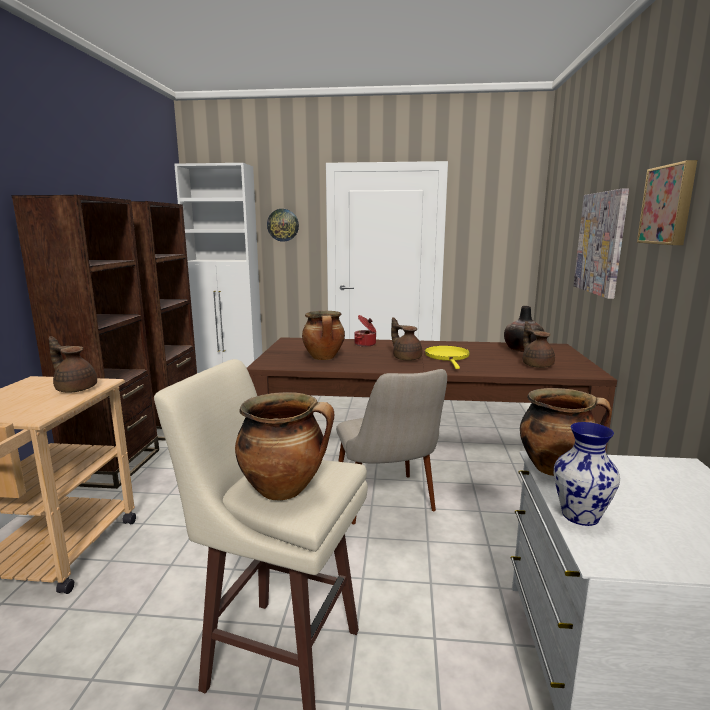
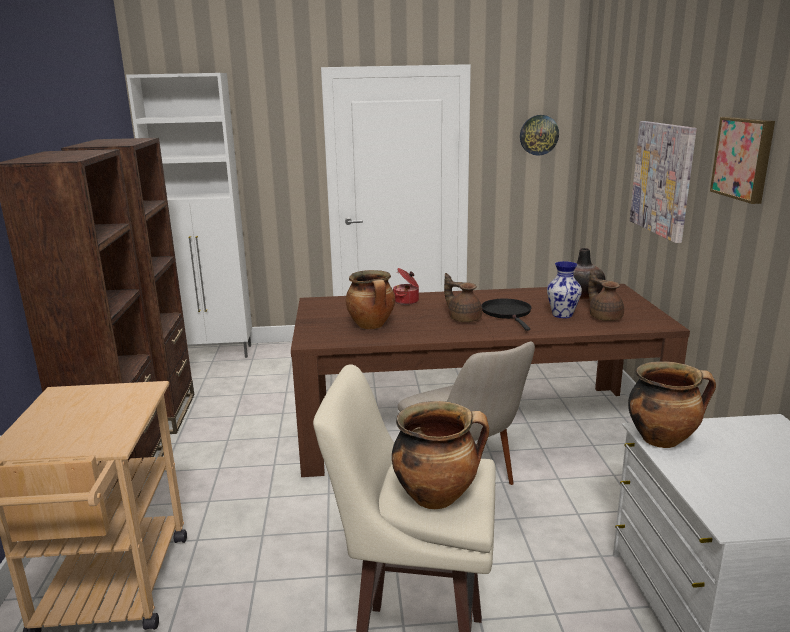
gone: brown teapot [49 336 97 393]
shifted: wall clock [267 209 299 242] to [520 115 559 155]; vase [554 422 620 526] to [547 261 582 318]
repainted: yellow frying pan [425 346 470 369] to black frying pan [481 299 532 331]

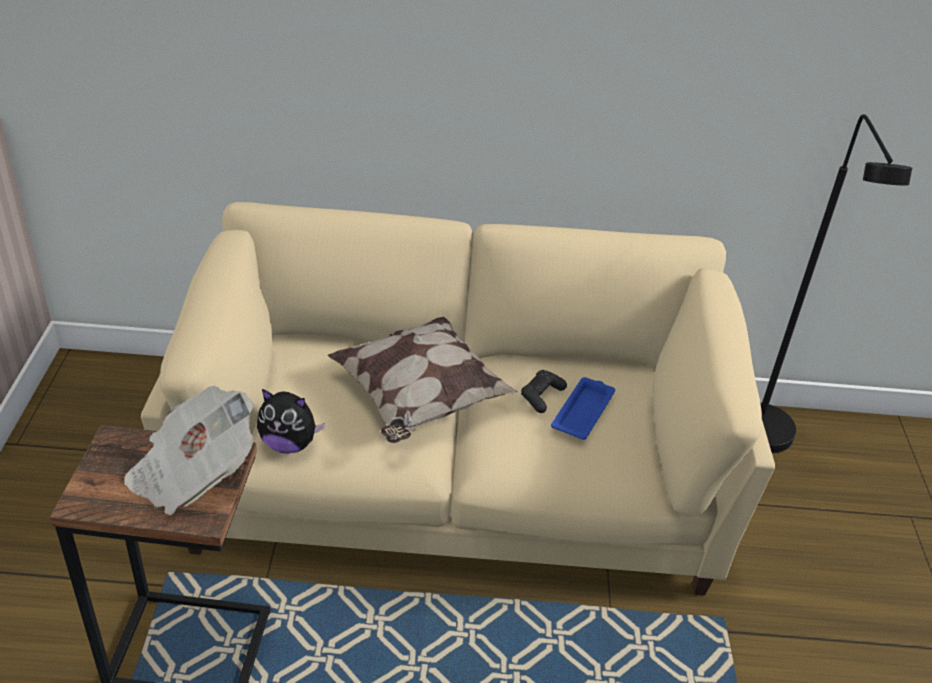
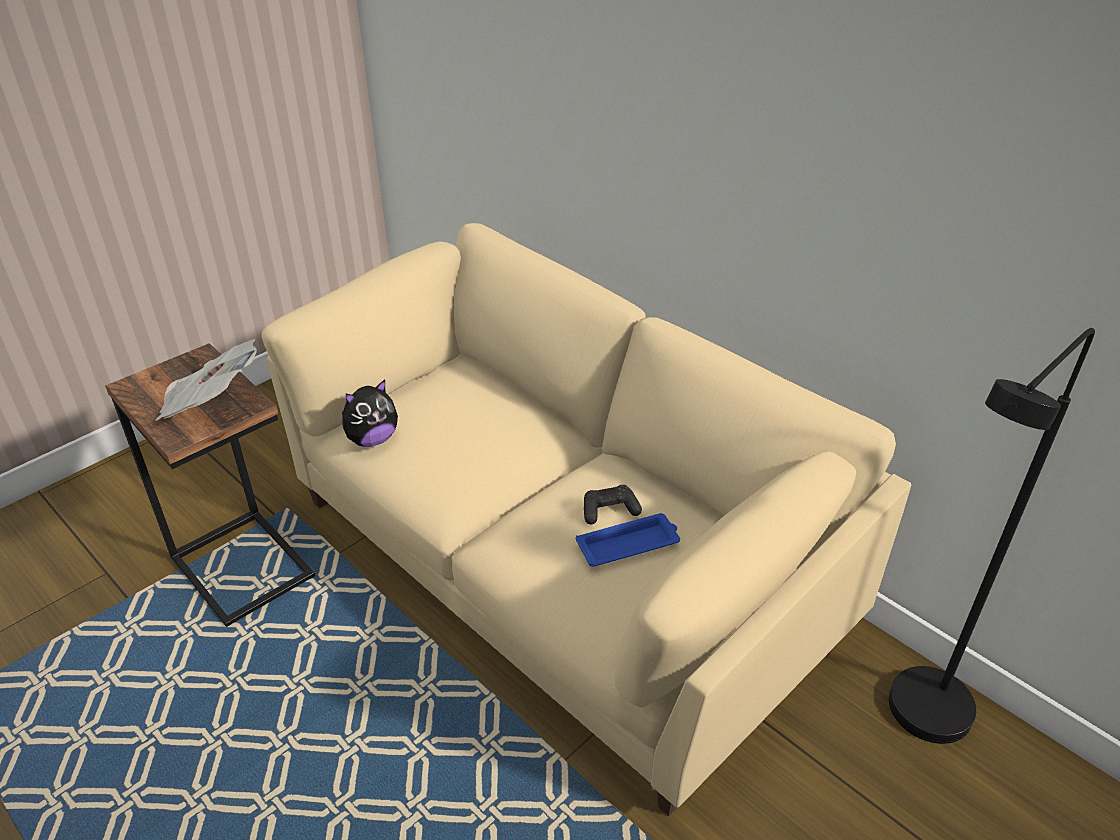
gone: pillow [328 317 517 443]
rotated: plush toy [257 389 325 454] = [342 379 398 447] 90 degrees counterclockwise

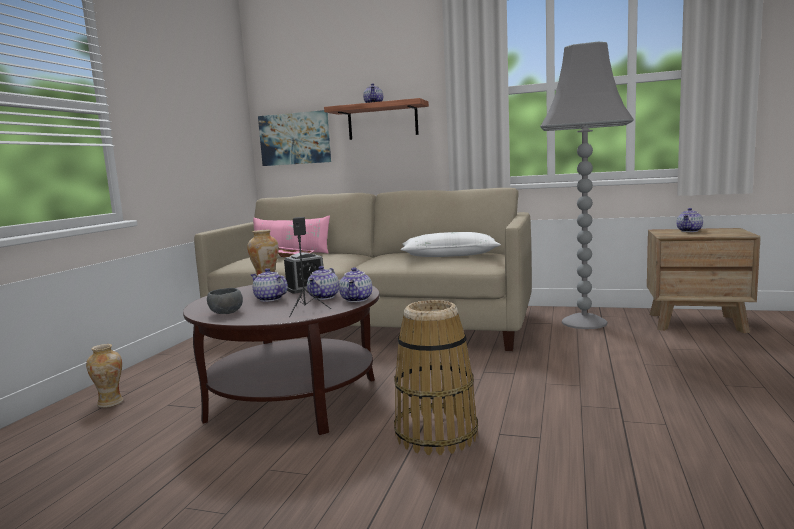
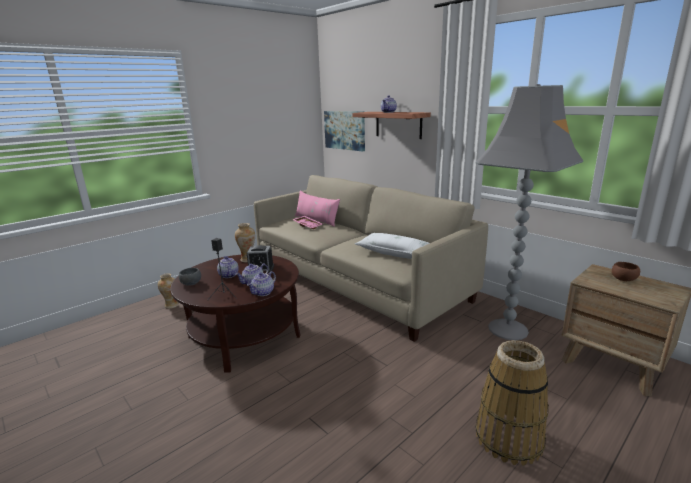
shifted: basket [394 300 478 455] to [476 340 549 466]
swapped: teapot [677 208 703 232] to brown bowl [612 262 640 281]

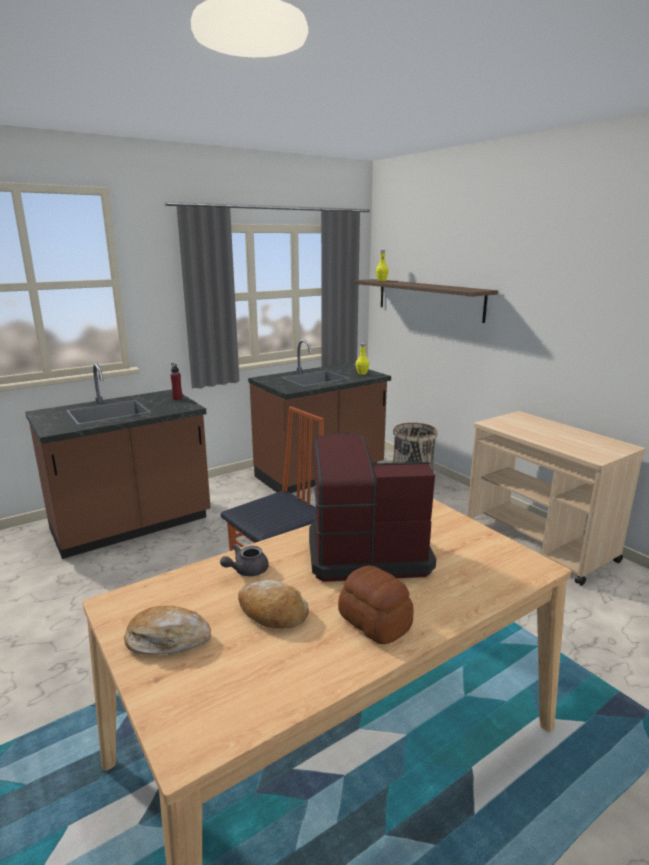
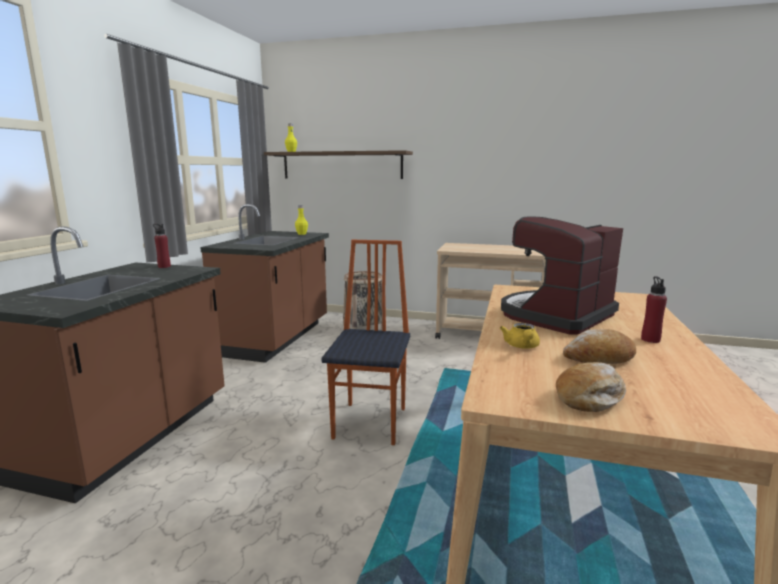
swapped: bread [338 565 414 644] to red bottle [641 276 667 343]
repainted: grey teapot [220 544 269 576] to yellow teapot [500 323 540 349]

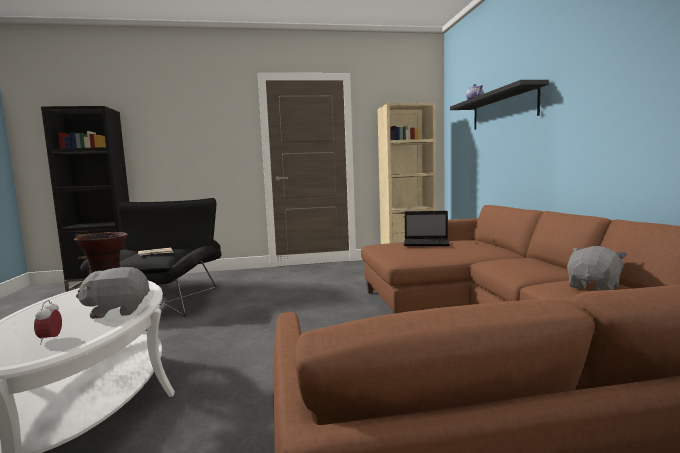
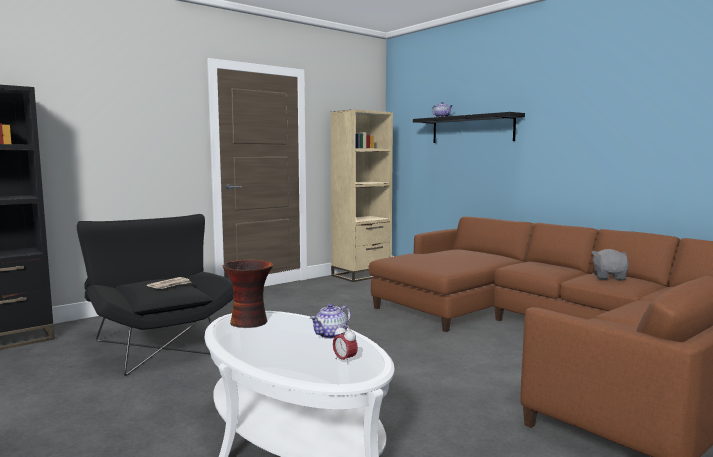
gone: laptop [404 211 450 246]
swapped: grey plush toy [76 267 150 319] to teapot [310 304 351 339]

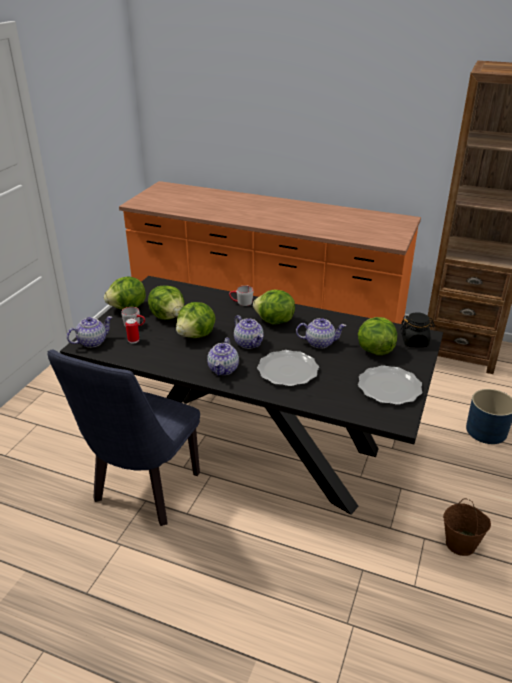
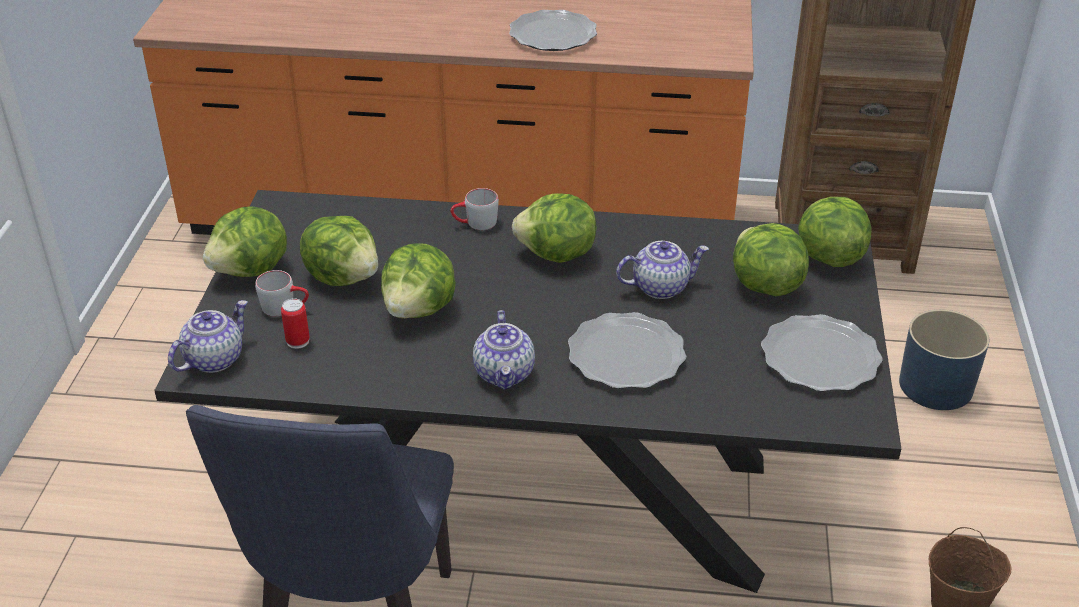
gone: teapot [234 315 264 349]
new: plate [509 10 597 51]
swapped: black jar [400 312 435 347] to lettuce [798 197 872 267]

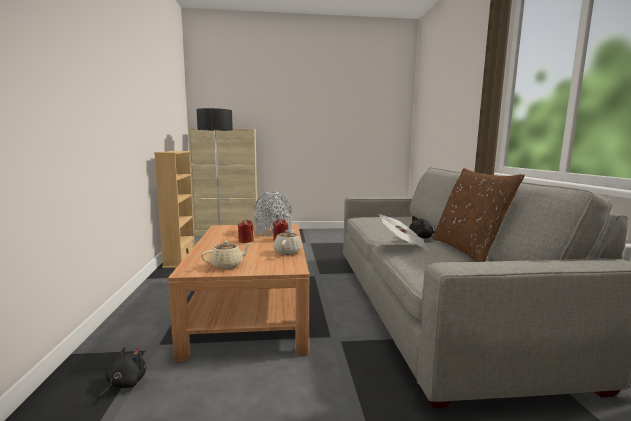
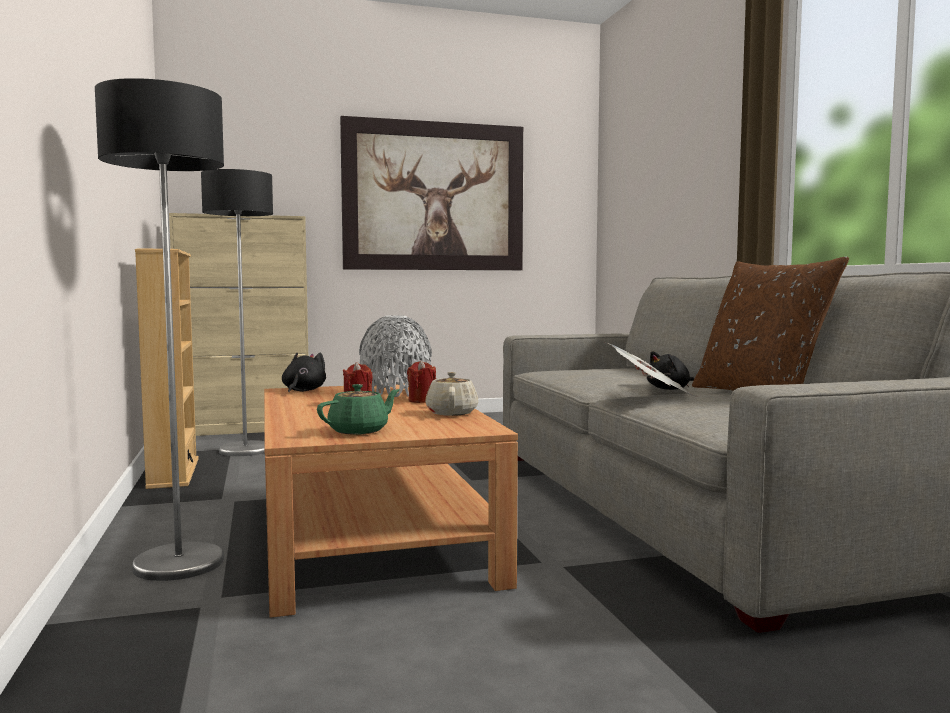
new: floor lamp [95 78 224 581]; picture [340 116 523 270]
shifted: black plush toy [97 347 146 401] to [282 353 326 392]
repainted: beige teapot [201 241 251 269] to green teapot [317 384 400 435]

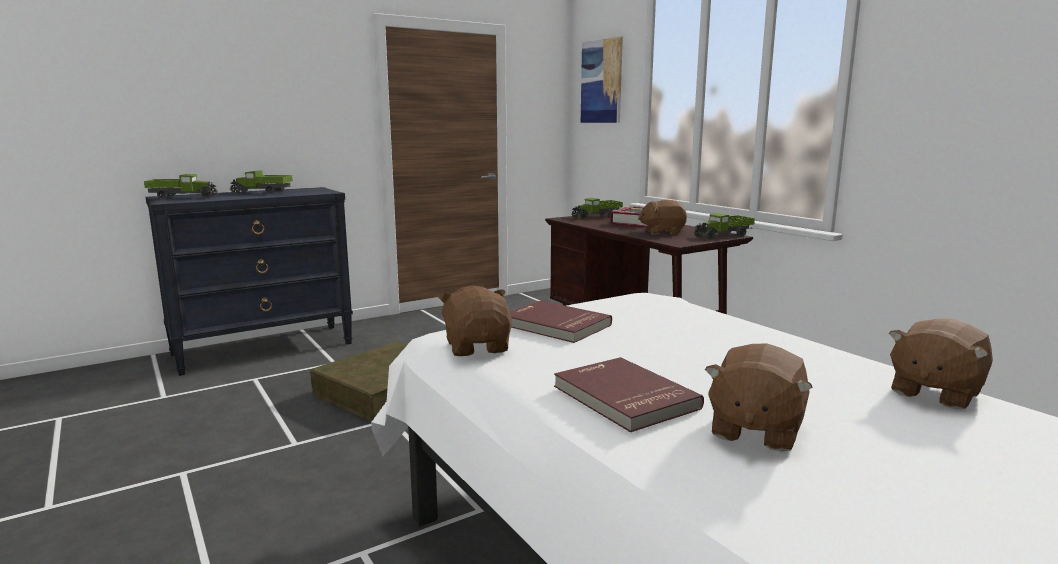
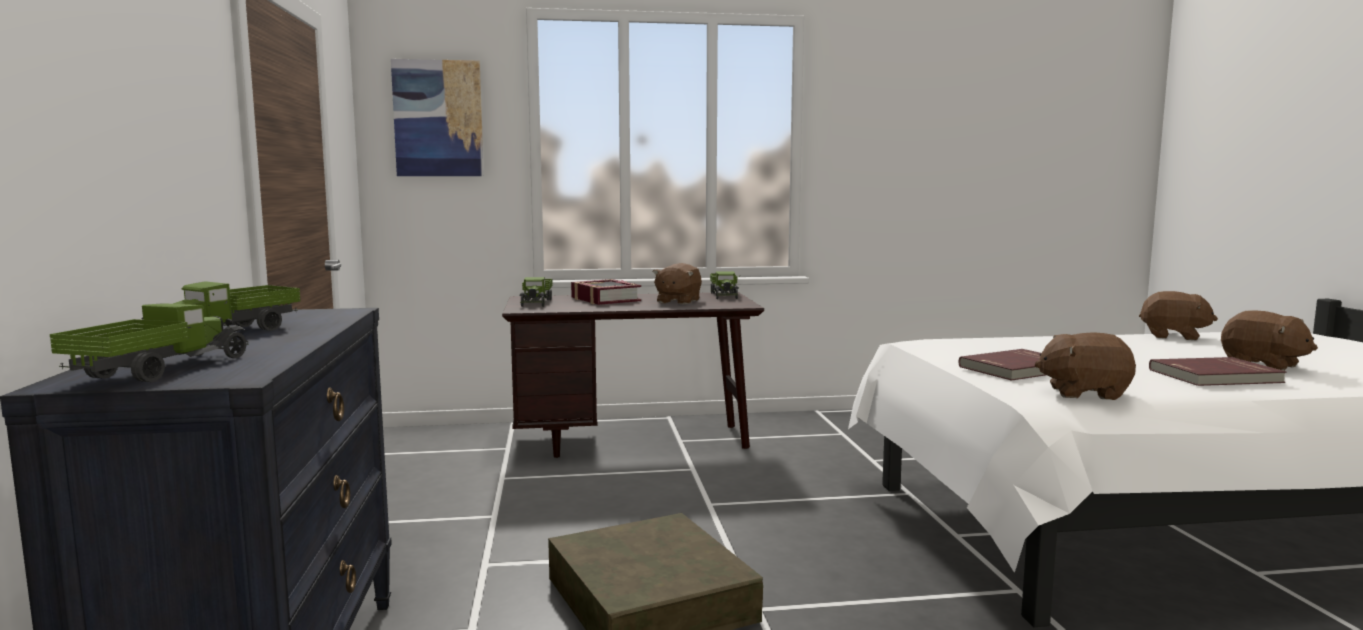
rotated: brown plush toy [888 318 993 409] = [1139 291 1218 341] 45 degrees counterclockwise

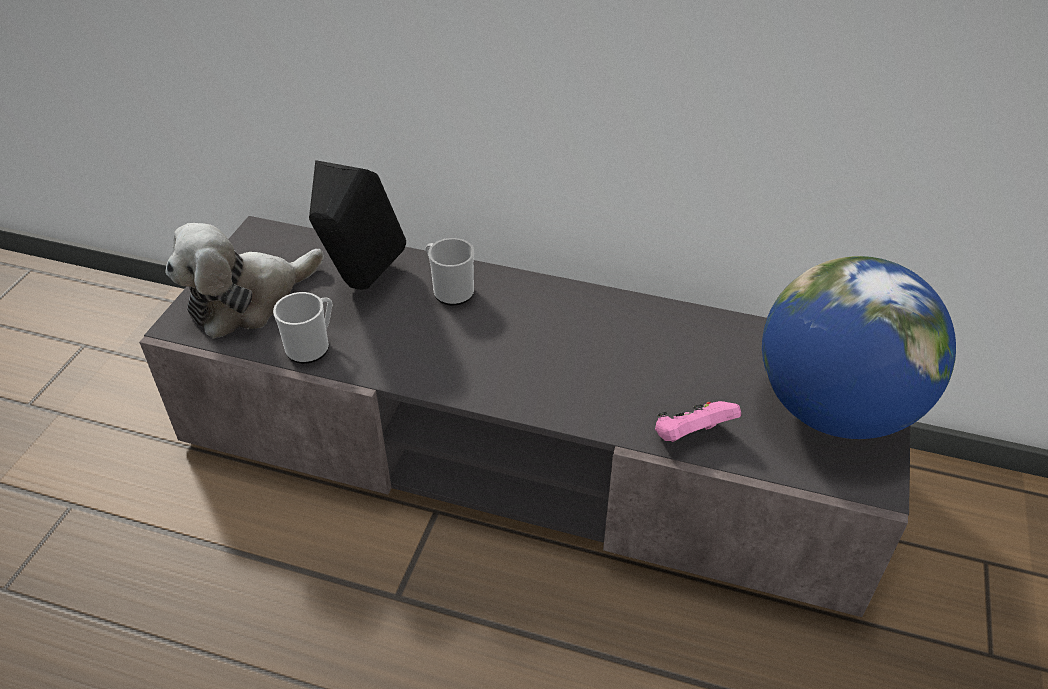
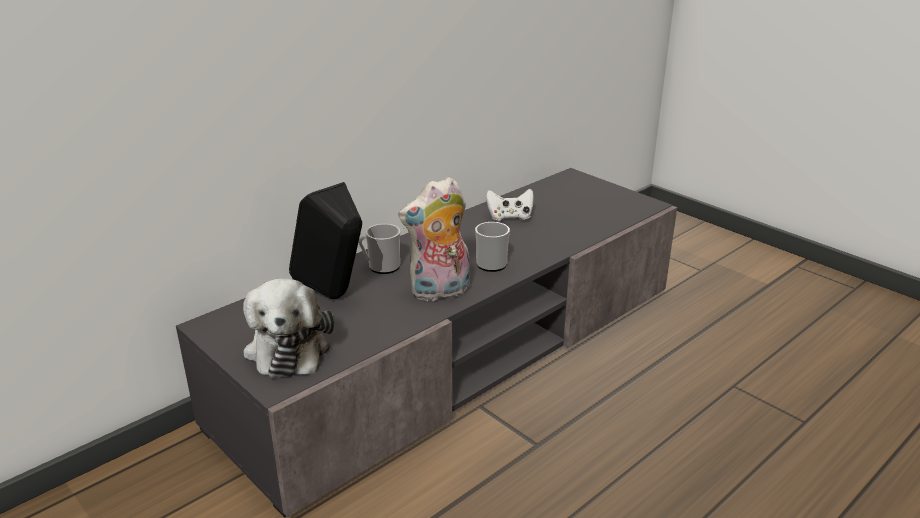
gone: pink game controller [655 401 741 442]; globe [762 256 956 439]
new: plush toy [398 177 470 301]; white game controller [486 189 534 221]
shifted: mug [273 292 332 364] to [475 222 510 272]

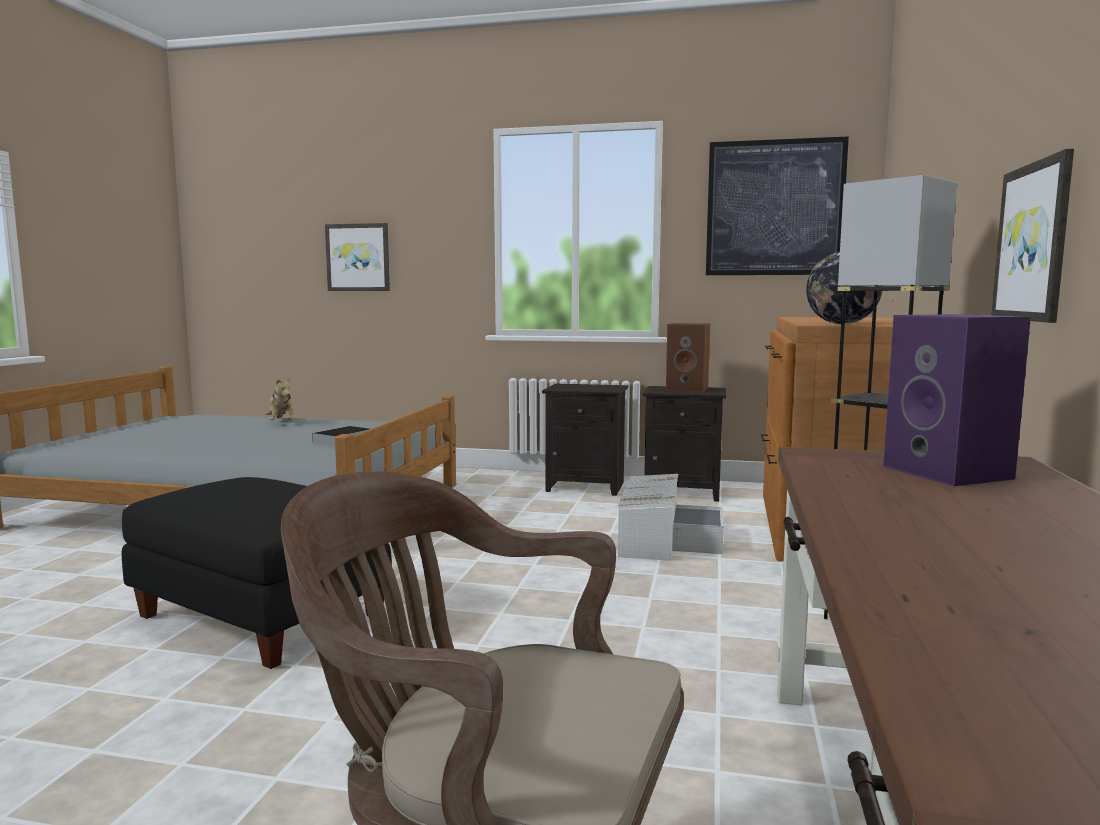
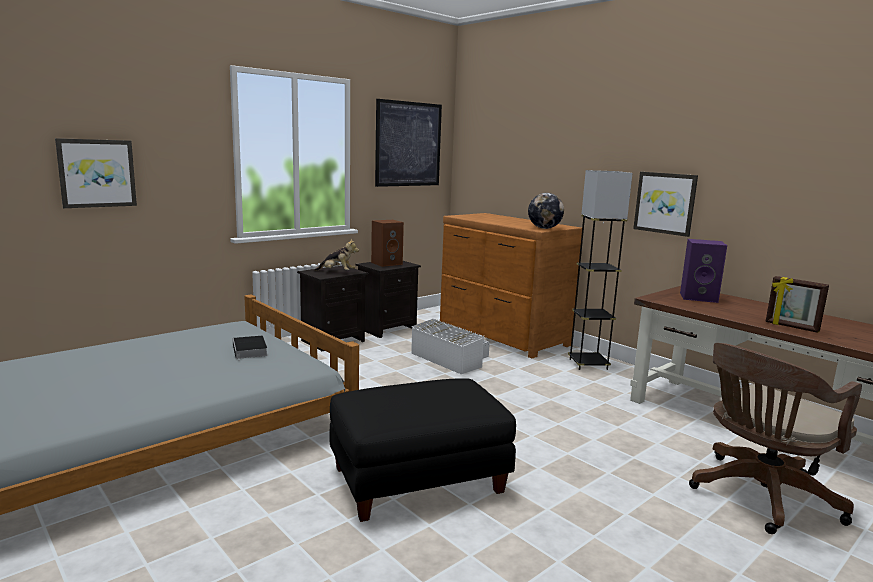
new: picture frame [766 276 829 333]
shifted: plush toy [265 377 293 420] to [314 238 359 271]

